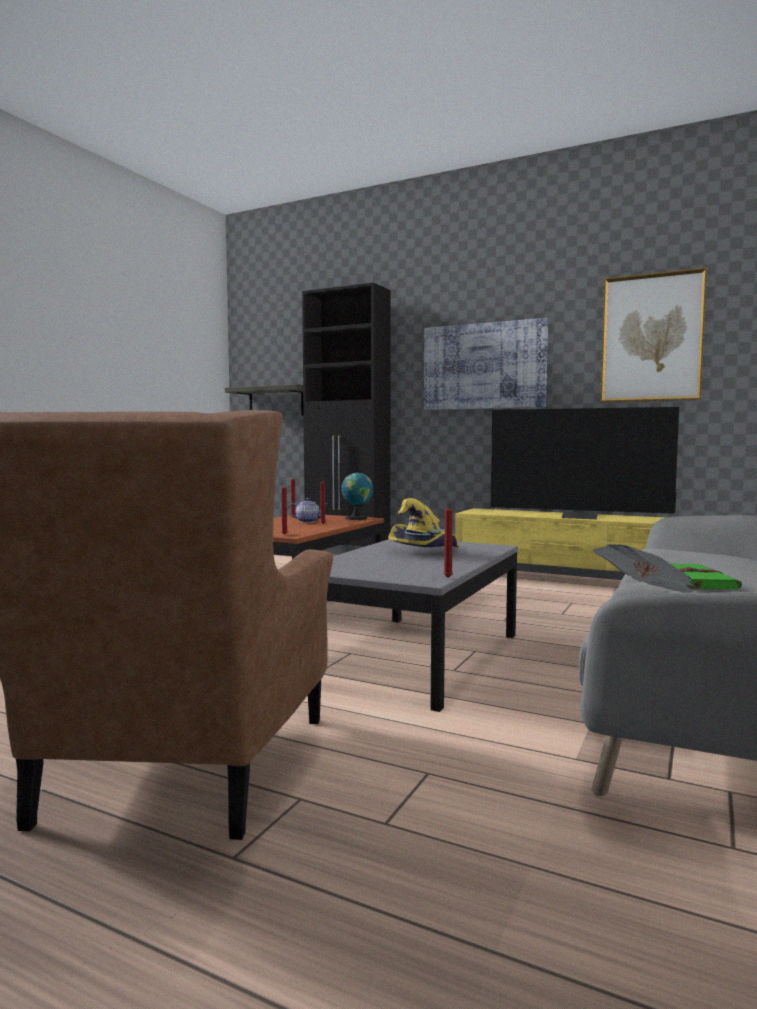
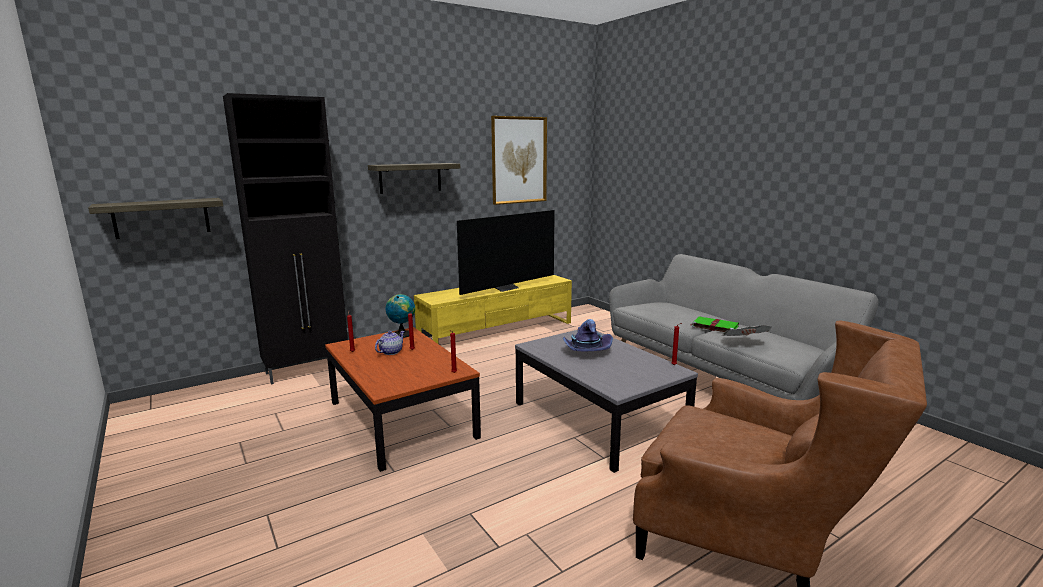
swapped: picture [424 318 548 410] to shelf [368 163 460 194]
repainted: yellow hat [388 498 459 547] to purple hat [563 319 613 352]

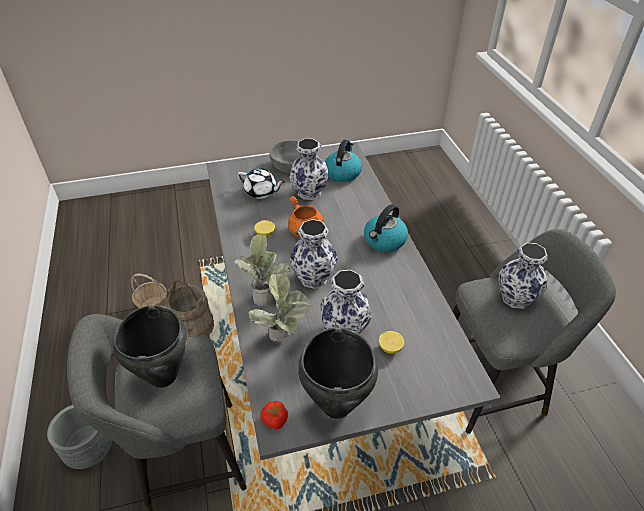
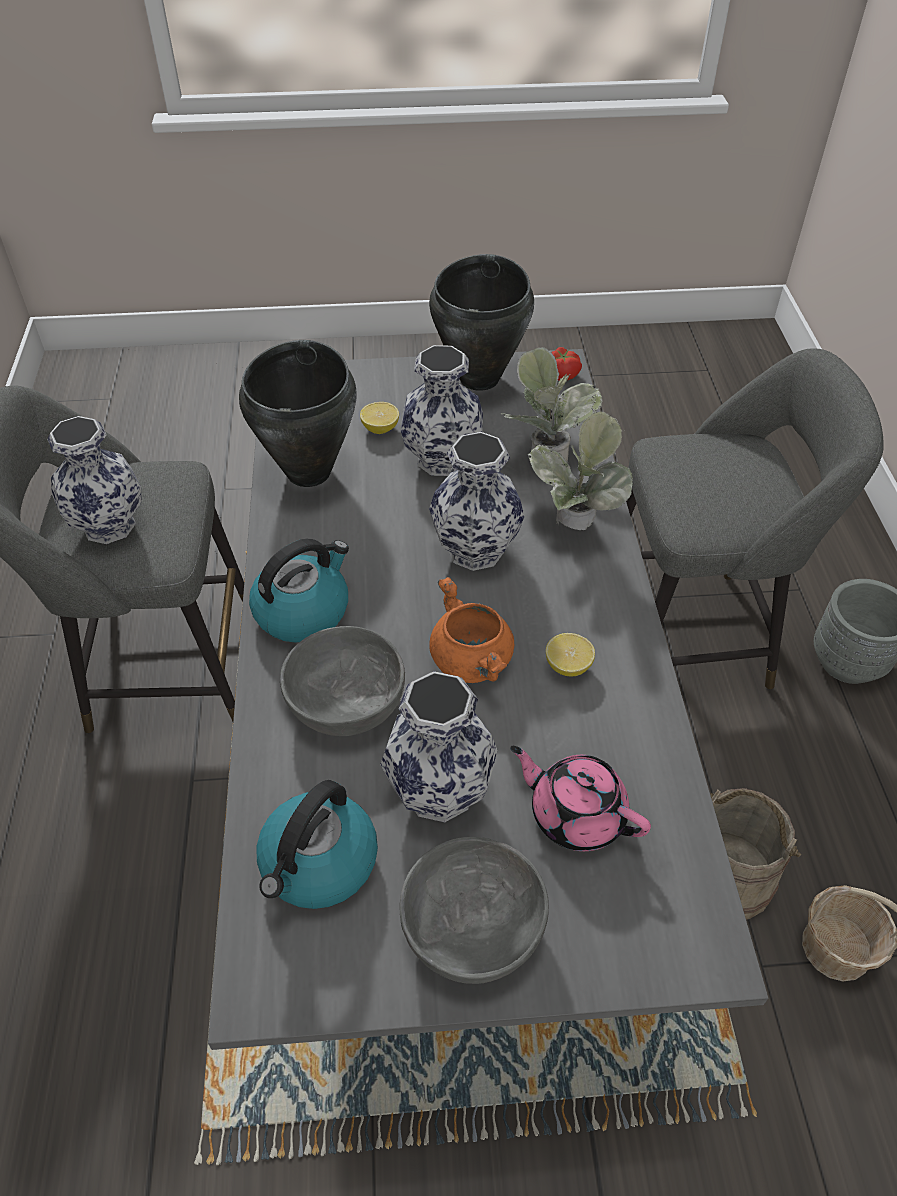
new: grey bowl [280 626 405 736]
shifted: black cooking pot [113 305 187 388] to [239 340 357 487]
repainted: white teapot [237 168 285 199] to pink teapot [510 746 651 851]

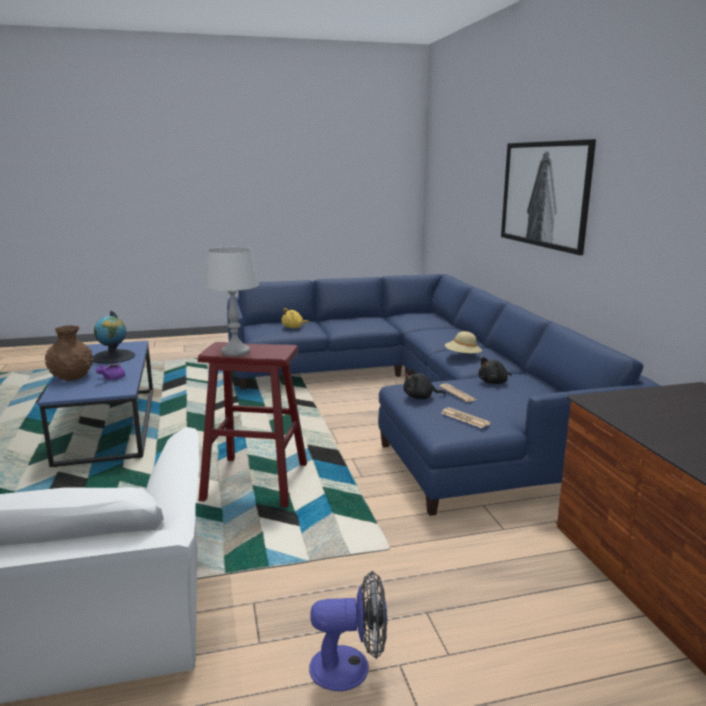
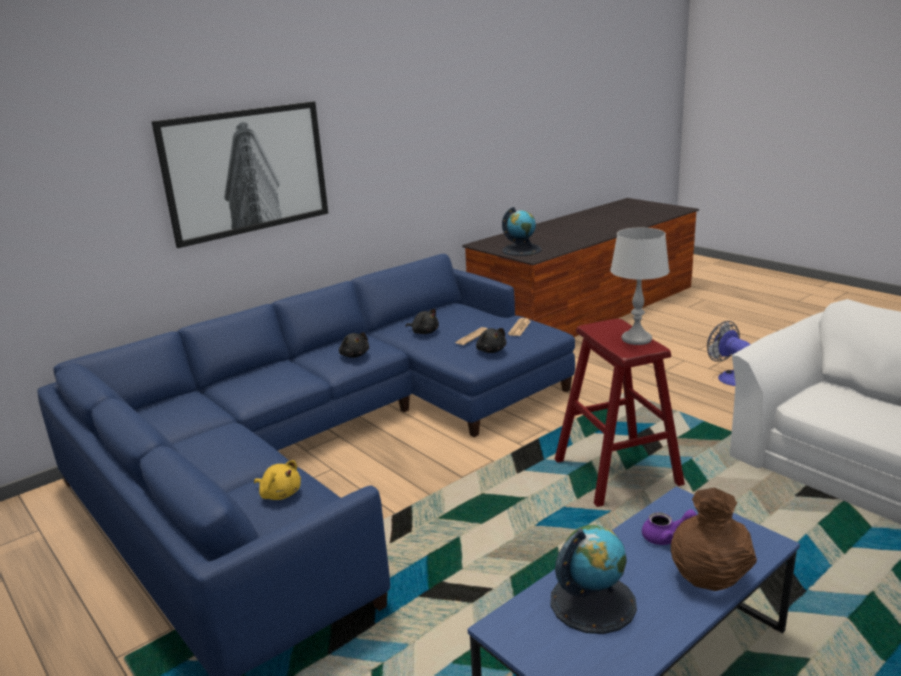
new: globe [502 207 541 256]
swapped: beige hat [445 331 482 356] to black plush toy [339 332 369 358]

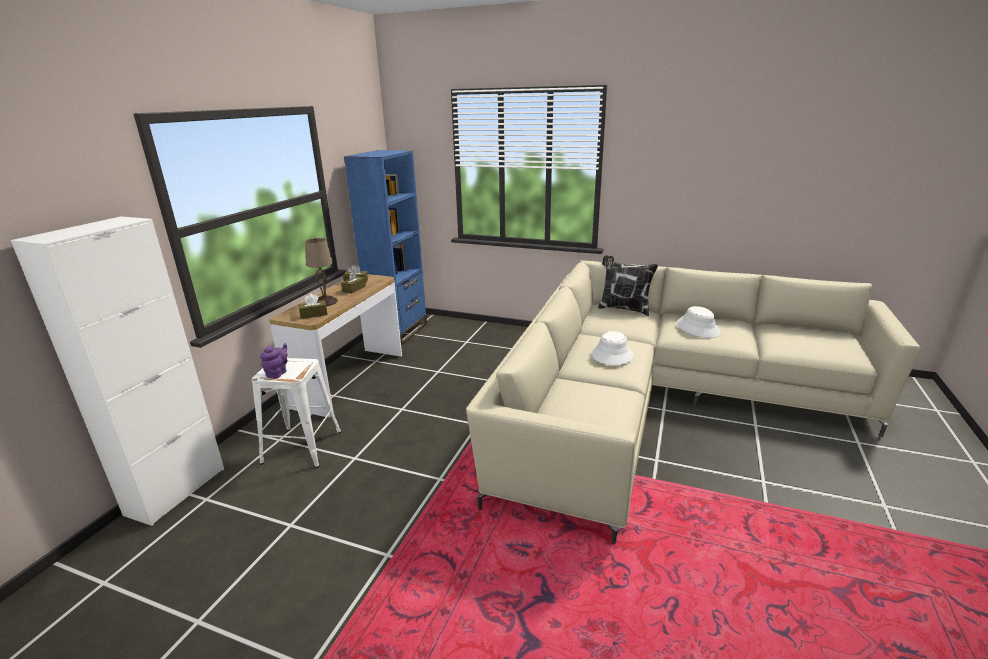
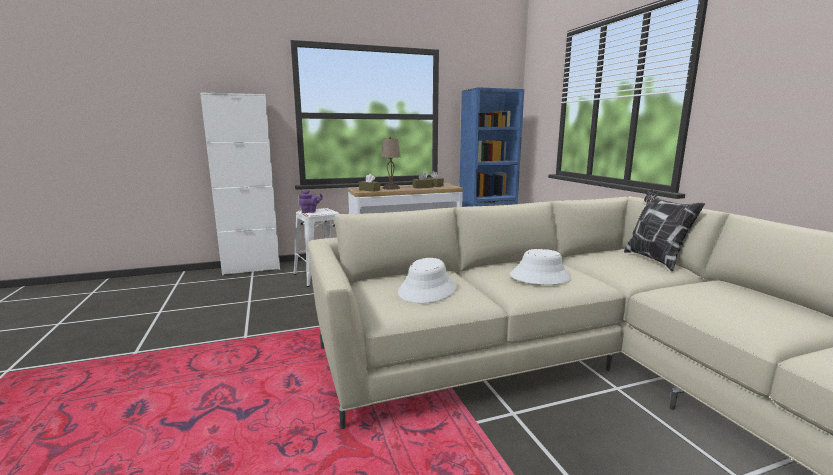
shifted: white hat [677 306 721 338] to [398 258 456 303]

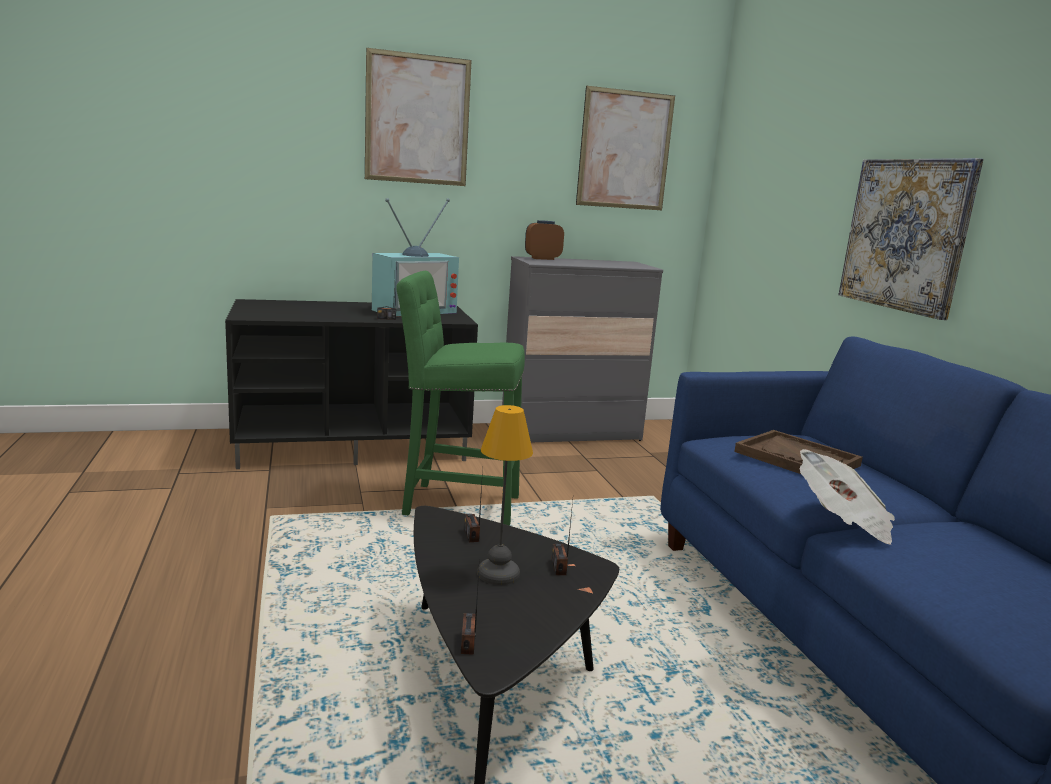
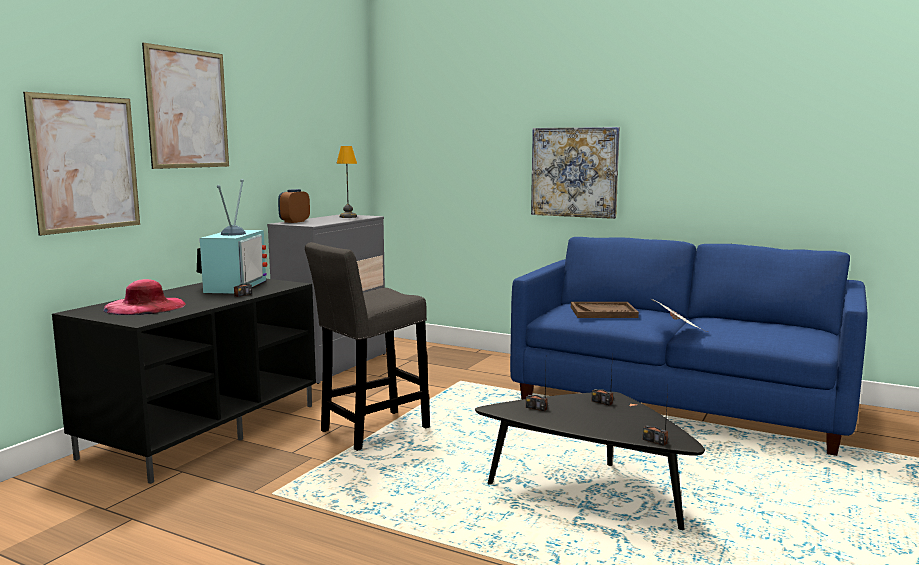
new: pink hat [103 279 186 315]
shifted: table lamp [477 405 533 585] to [336 146 357 218]; picture [576 86 675 210] to [23 92 140 236]
repainted: green stool [396 271 525 525] to grey stool [305 242 430 451]

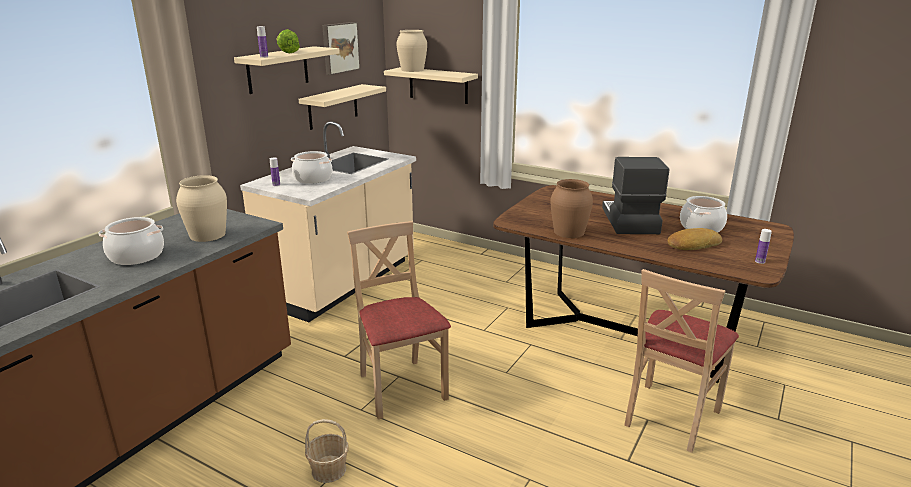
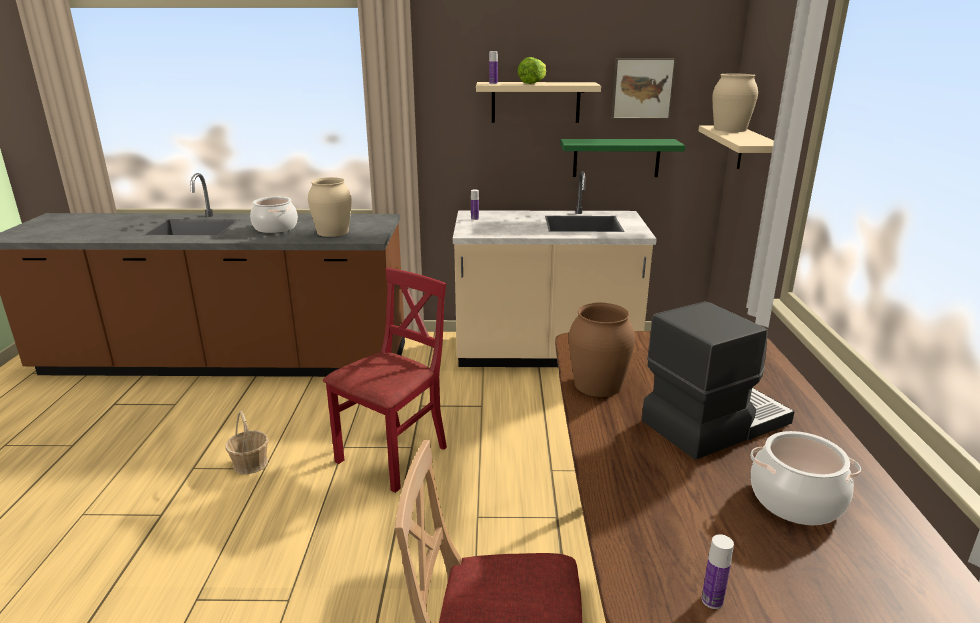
gone: cooking pot [291 151 332 184]; bread [668 228 722 250]
repainted: beige shelf [298 84 386 130] to green shelf [560 139 685 177]; beige chair [347 221 451 419] to red chair [323 268 447 493]

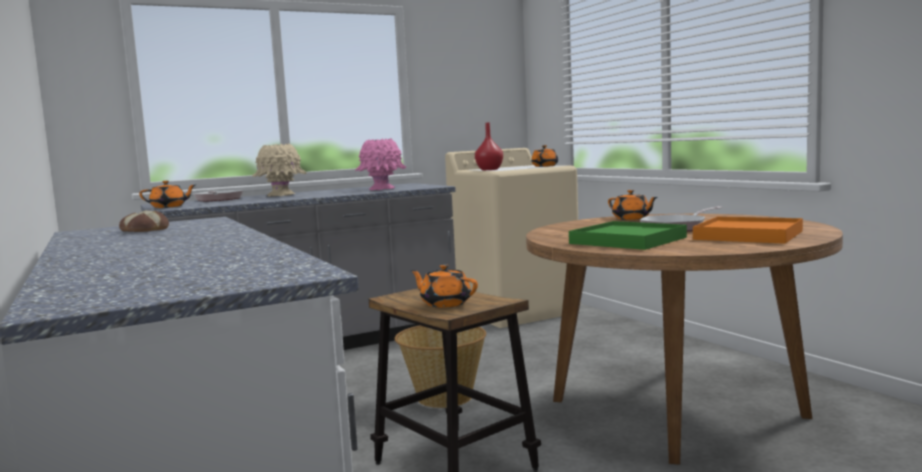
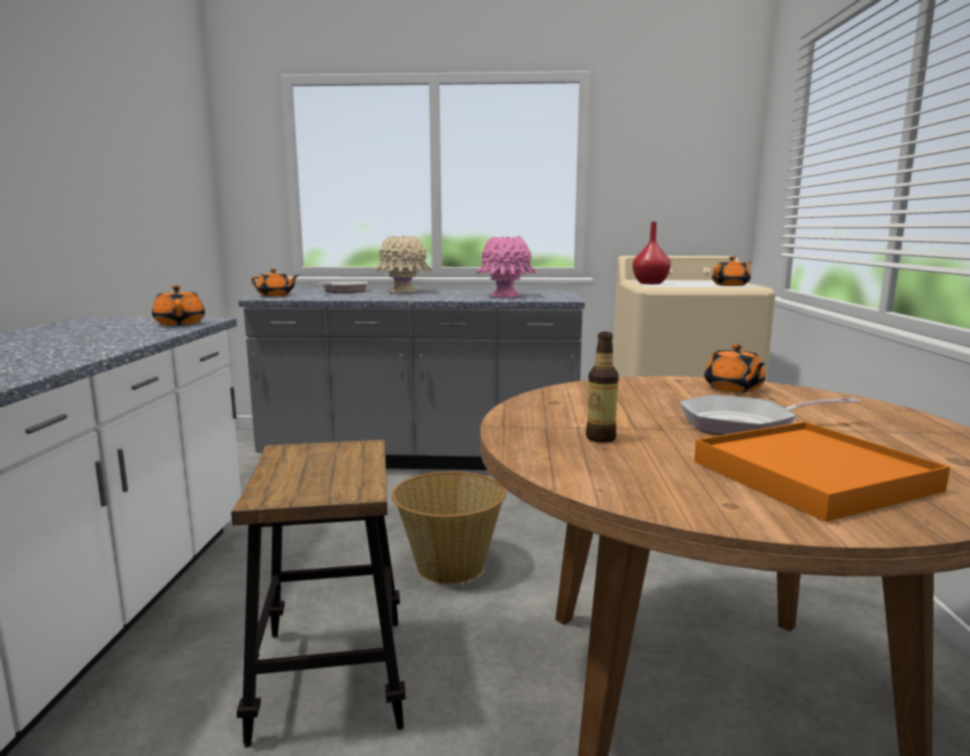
gone: bread [119 210 169 232]
shifted: orange teapot [410 264 478 308] to [152 286 205 325]
swapped: green tray [569 221 687 250] to bottle [586 332 619 443]

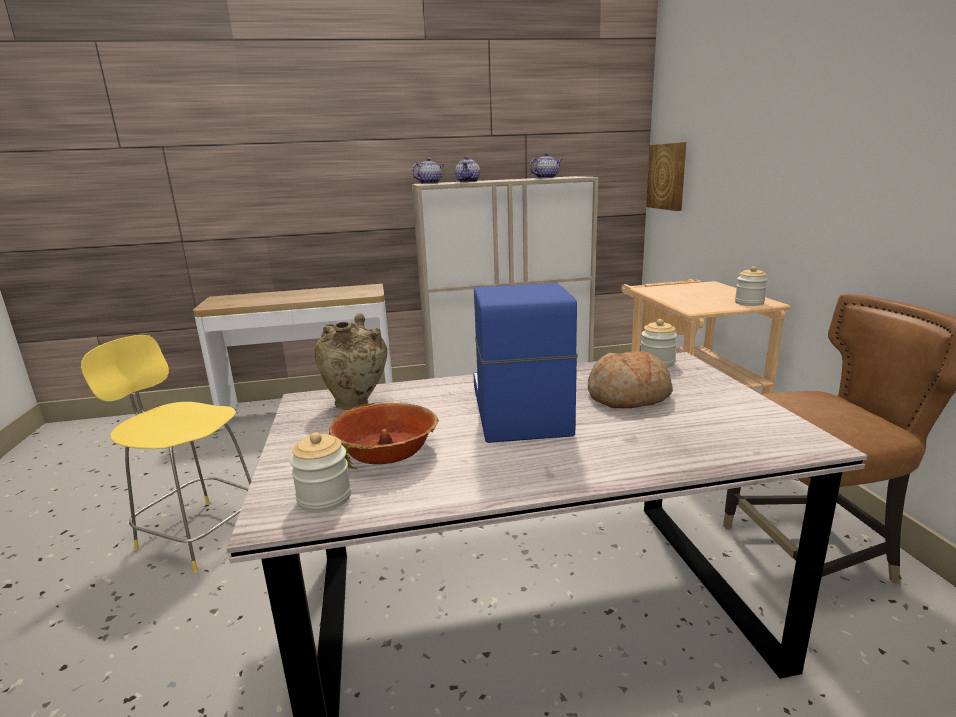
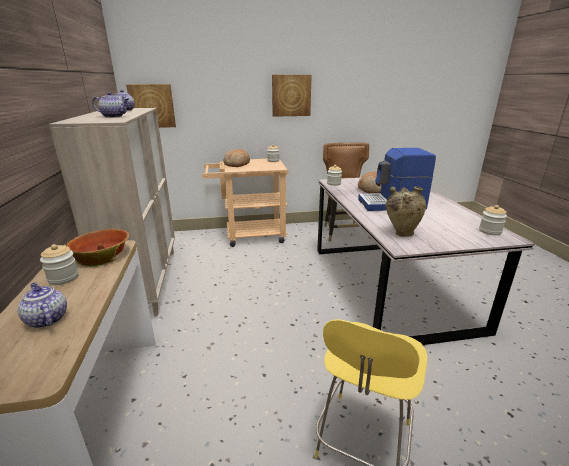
new: jar [40 244 79 285]; bread [224 149 250 167]; picture [272 75 312 117]
shifted: bowl [329 402 439 469] to [66 229 129 267]; teapot [412 158 444 184] to [18 282 67 328]

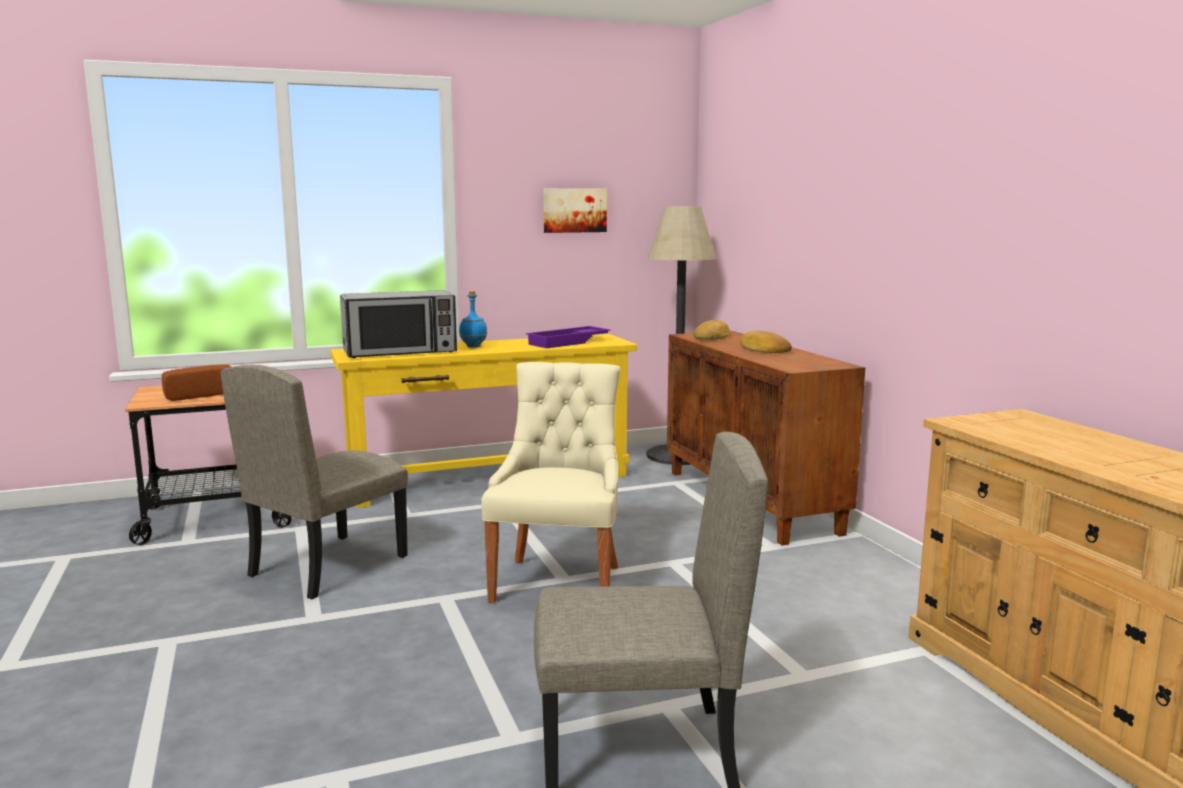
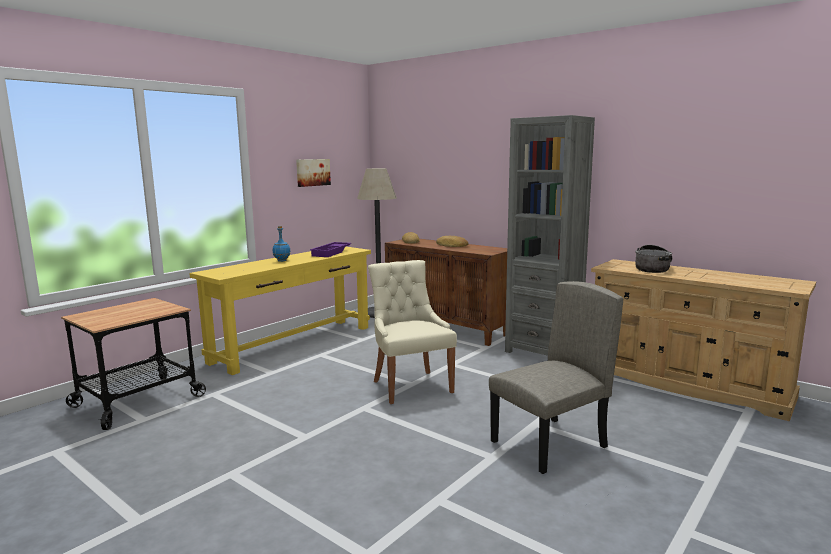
gone: bread [162 364 232 401]; beige chair [221 365 408 599]; microwave [340 290 457 358]
new: grey bookcase [505 115 595 356]; cooking pot [635 245 672 273]

